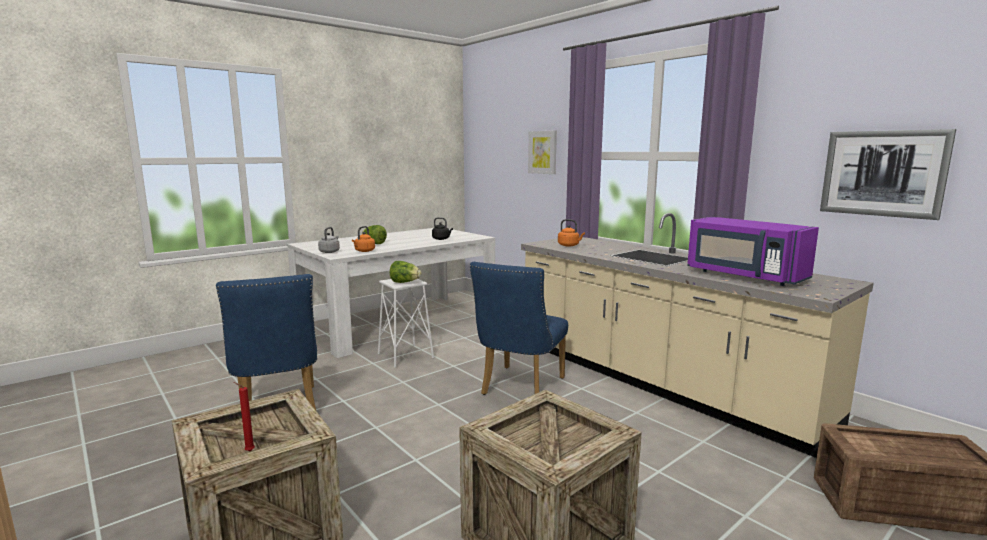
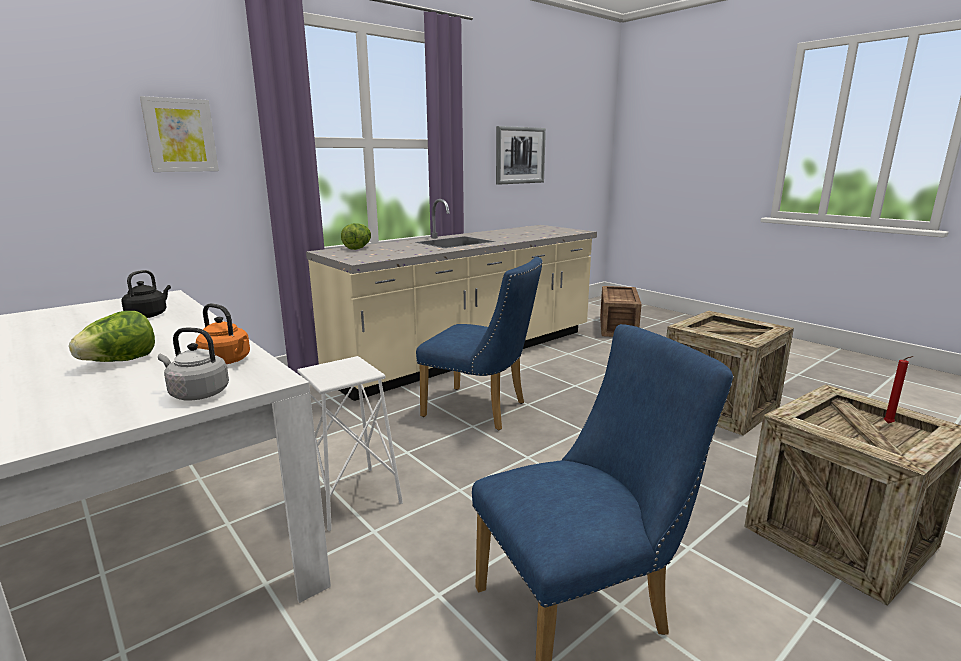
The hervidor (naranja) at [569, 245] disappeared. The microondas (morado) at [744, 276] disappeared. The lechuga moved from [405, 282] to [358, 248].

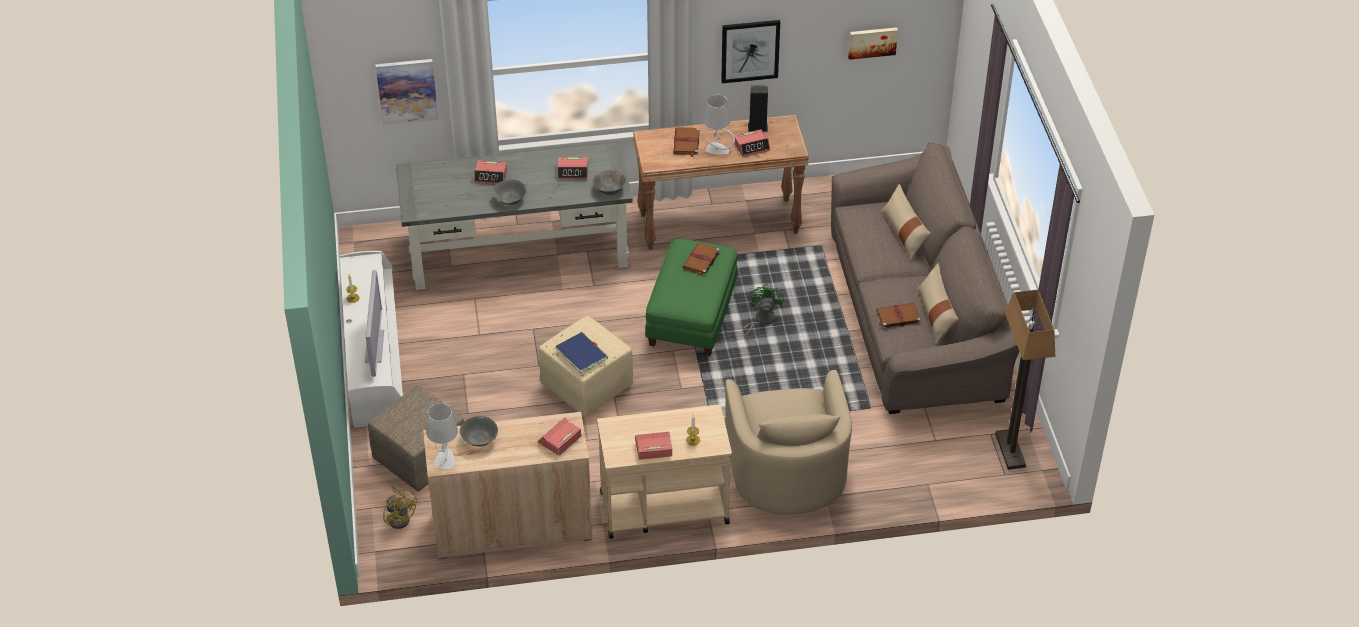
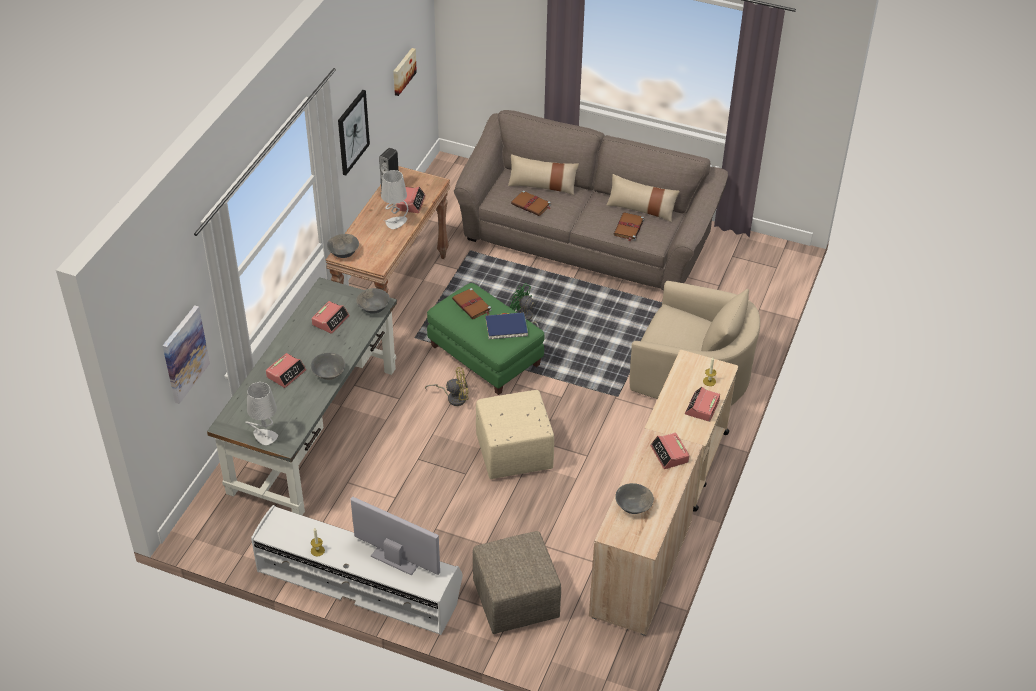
The lámpara de pie at [1010, 450] disappeared. The cuenco (gris) at [344, 253] appeared. The ventilador (amarillo) moved from [400, 517] to [453, 397]. The lámpara de mesa (gris) moved from [445, 460] to [264, 437]. The libro (azul) moved from [581, 354] to [506, 327]. The libro (marrón) moved from [686, 143] to [531, 205].

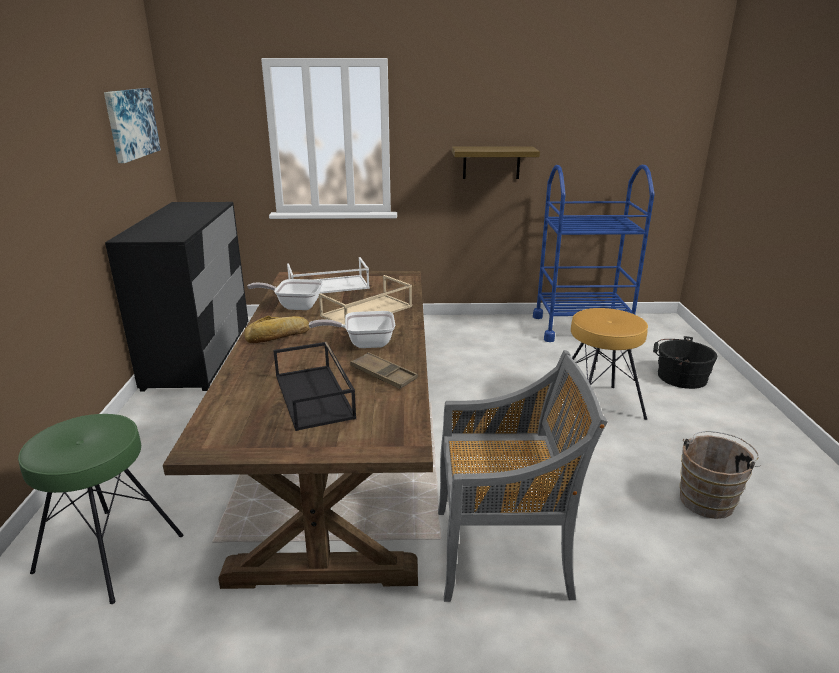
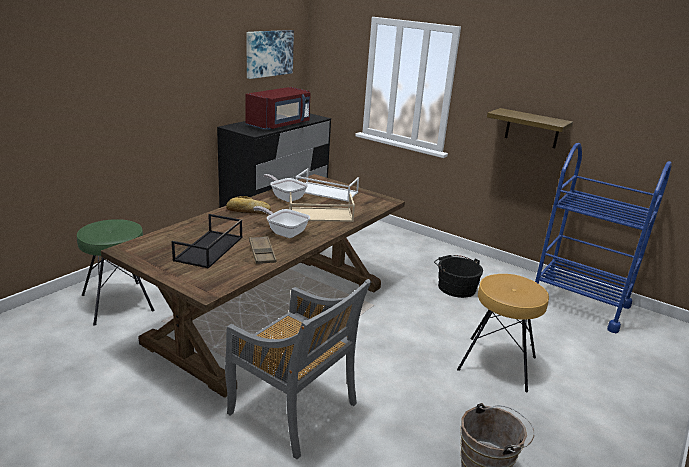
The microondas (rojo) at [279, 125] appeared. The cubo (negro) moved from [678, 377] to [455, 286].

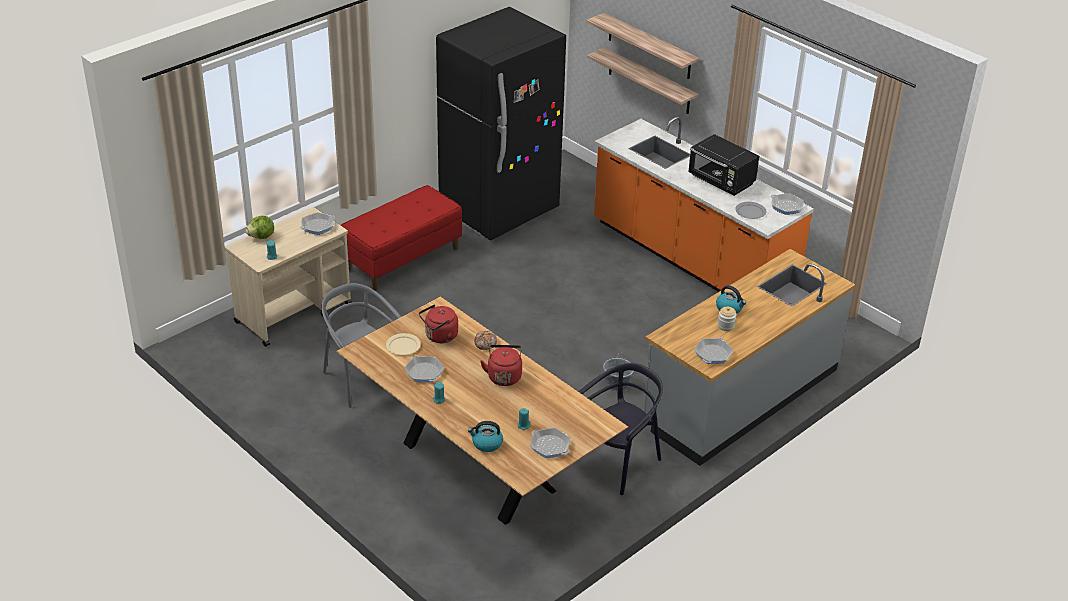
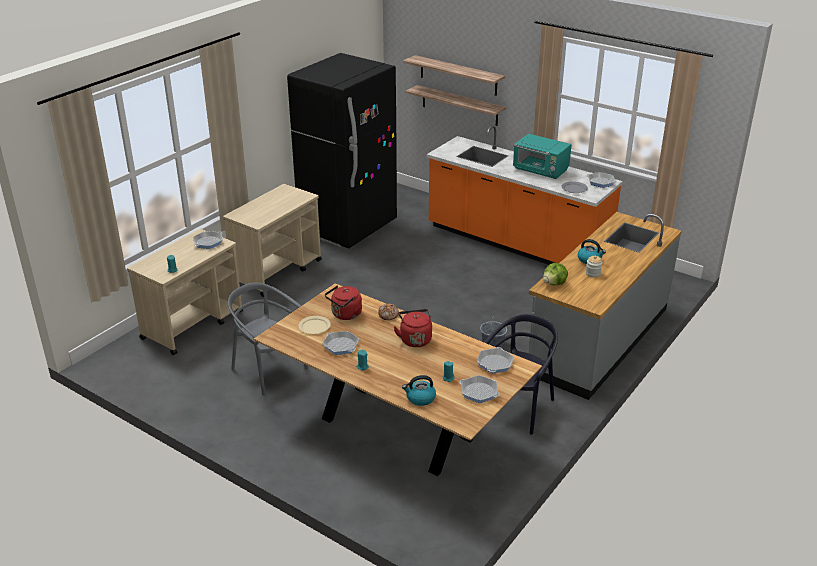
The lechuga moved from [261, 237] to [554, 284]. The sartén moved from [713, 354] to [495, 363]. The banco (rojo) at [402, 259] was replaced by the carrito (beis) at [277, 271]. The microondas (negro) at [721, 181] became the microondas (turquesa) at [541, 171].

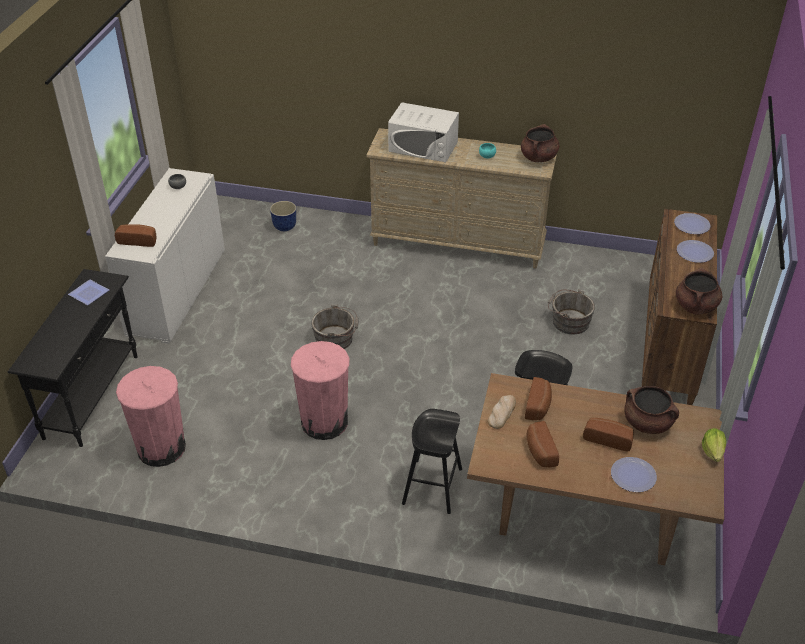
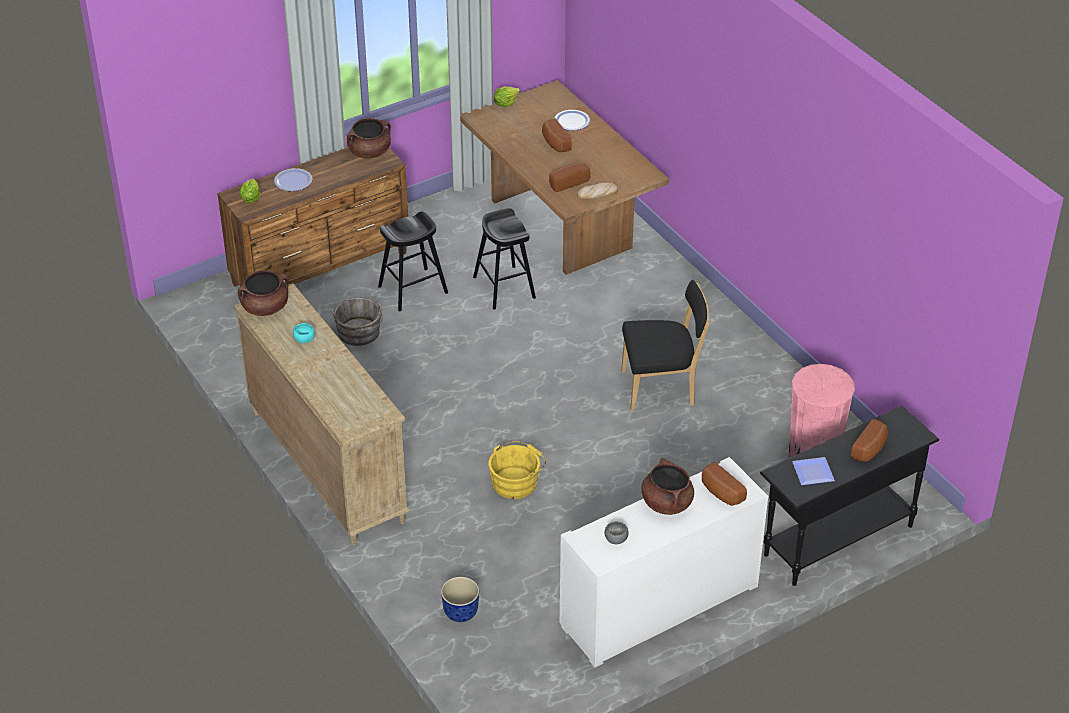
The cubo (gris) at [336, 339] disappeared. The microondas (blanco) at [423, 146] disappeared. The cubo (amarillo) at [516, 481] appeared. The taburete (negro) moved from [432, 486] to [413, 289]. The pan moved from [539, 451] to [870, 449]. The olla (marrón) moved from [648, 423] to [666, 503]. The papelera (rosa) at [324, 422] was replaced by the silla (negro) at [662, 388]. The plato at [691, 224] was replaced by the lechuga at [251, 198].

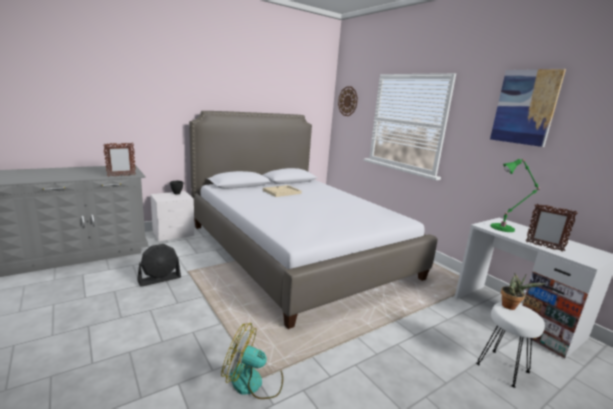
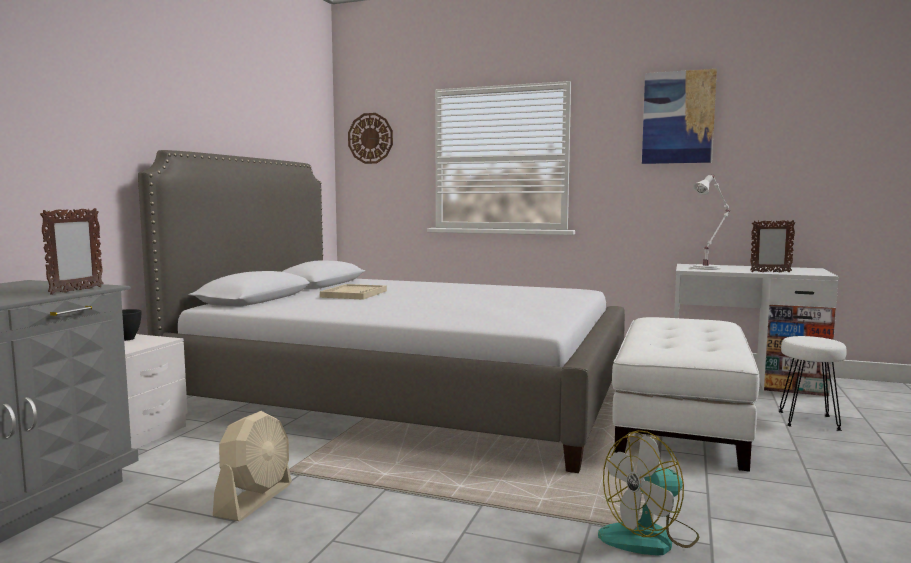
The planta en maceta at [511, 306] disappeared. The puf (blanco) at [679, 424] appeared. The ventilador (negro) at [159, 279] became the ventilador (beis) at [255, 499]. The lámpara de mesa (verde) at [504, 228] became the lámpara de mesa (blanco) at [707, 268].

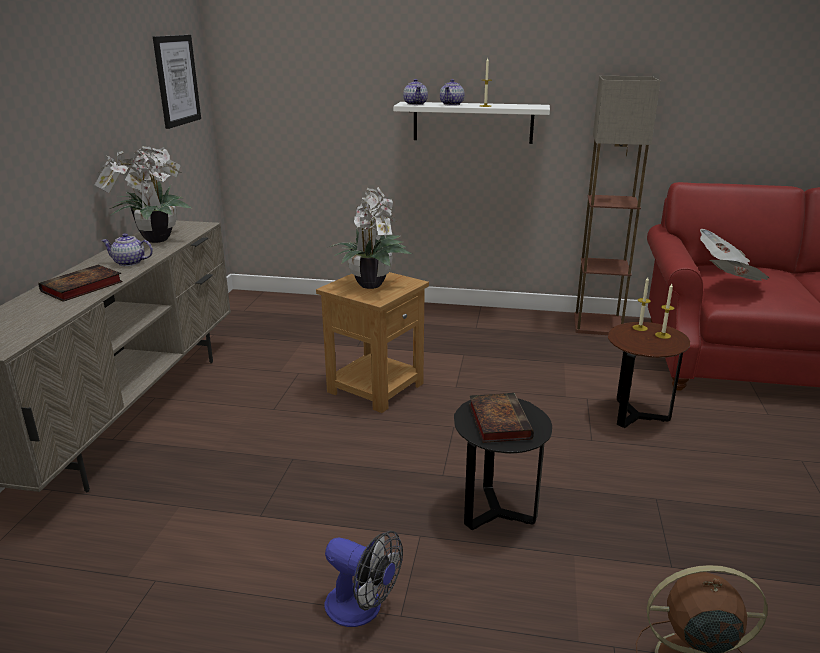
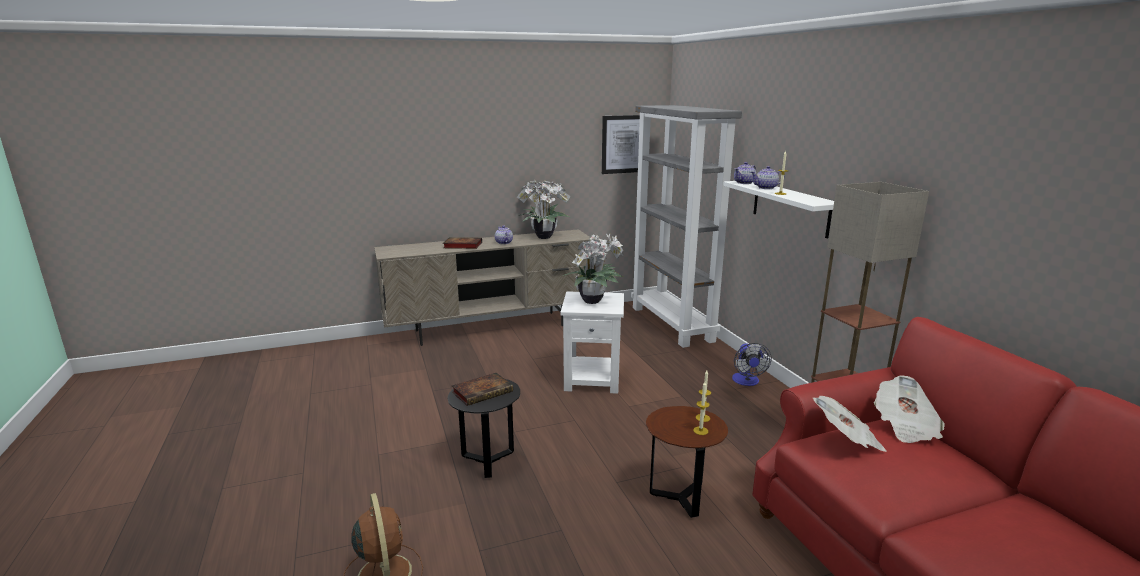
The estantería (gris) at [672, 324] appeared. The ventilador moved from [362, 609] to [746, 382]. The mesa auxiliar (marrón) at [376, 387] became the mesa auxiliar (blanco) at [593, 379].

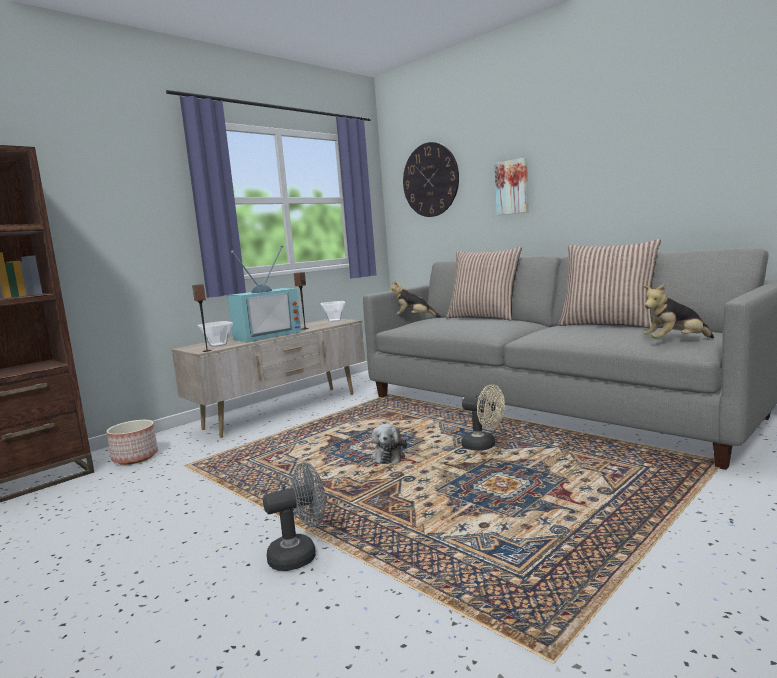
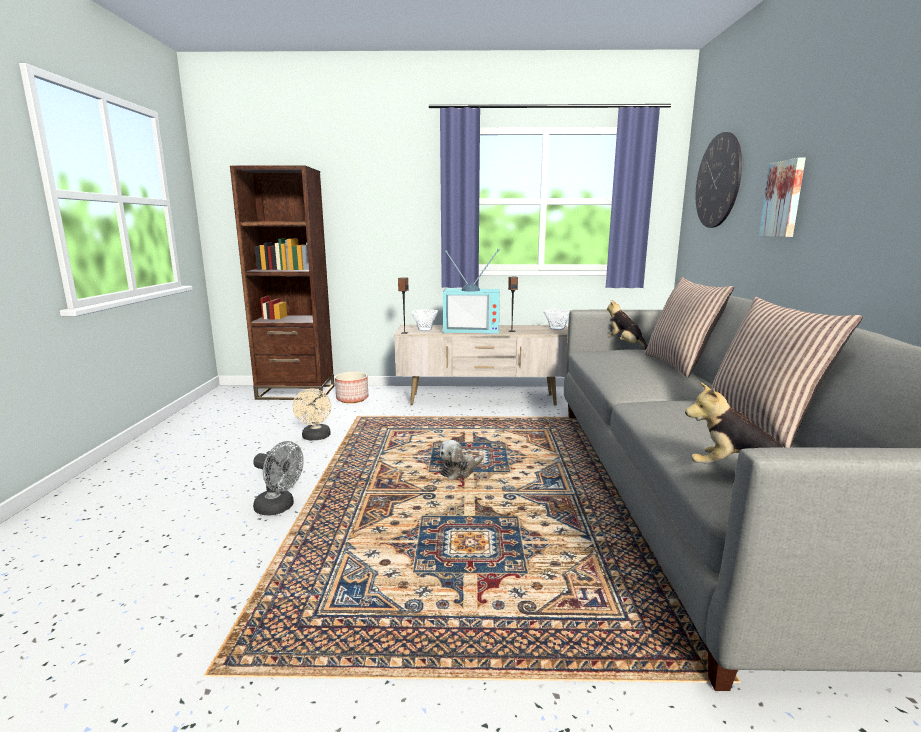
The ventilador (beis) moved from [484, 446] to [316, 437].

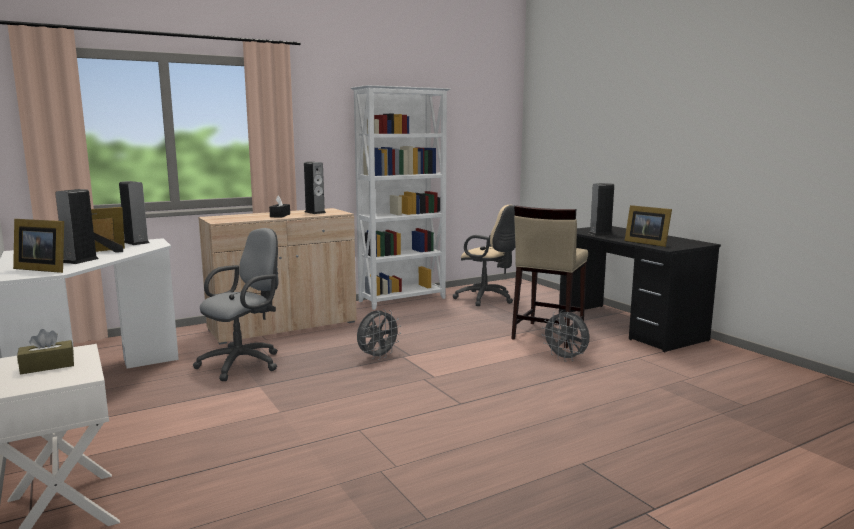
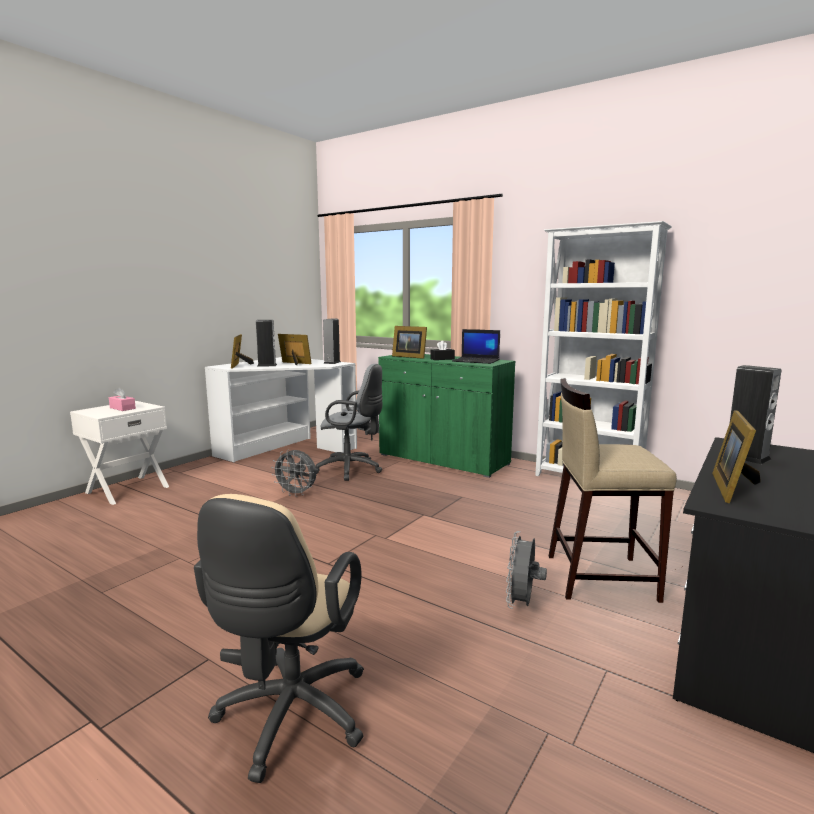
The portarretratos at [409, 357] appeared. The ventilador (gris) moved from [378, 357] to [296, 494]. The silla de oficina (beis) moved from [487, 299] to [289, 719]. The altavoz at [315, 212] was replaced by the portátil at [476, 361]. The caja de pañuelos (marrón) at [47, 366] became the caja de pañuelos (rosa) at [122, 408]. The armario (beis) at [283, 326] became the armario (verde) at [443, 459].

